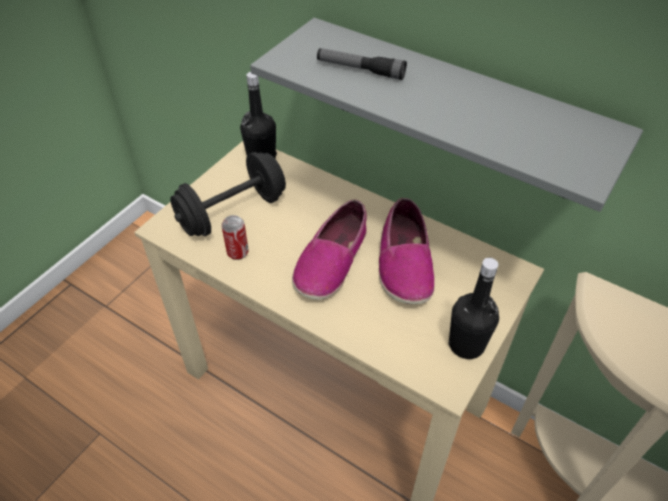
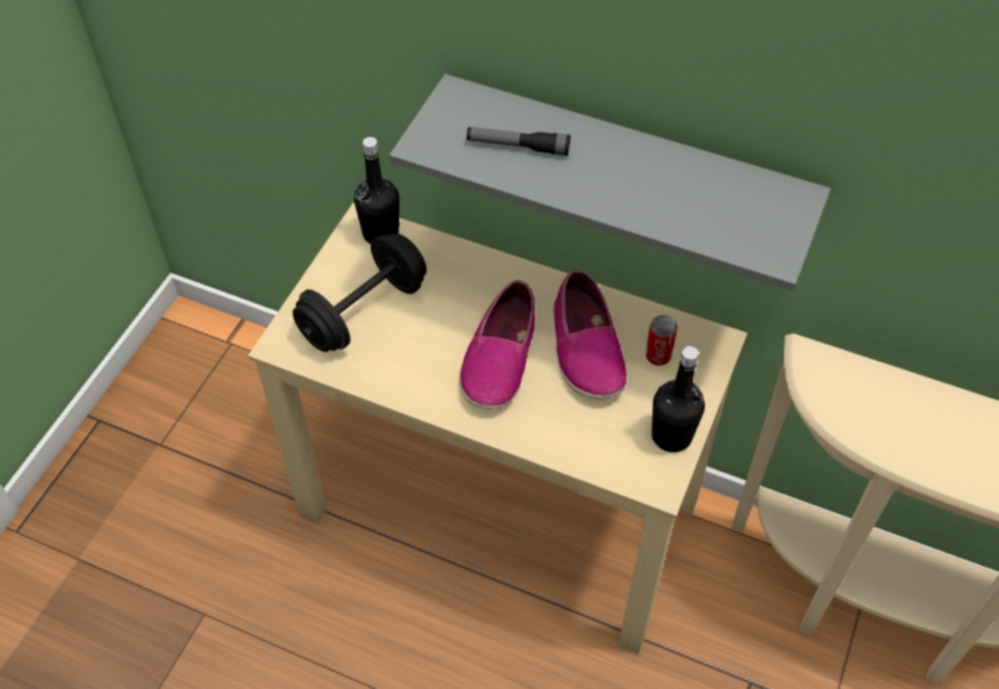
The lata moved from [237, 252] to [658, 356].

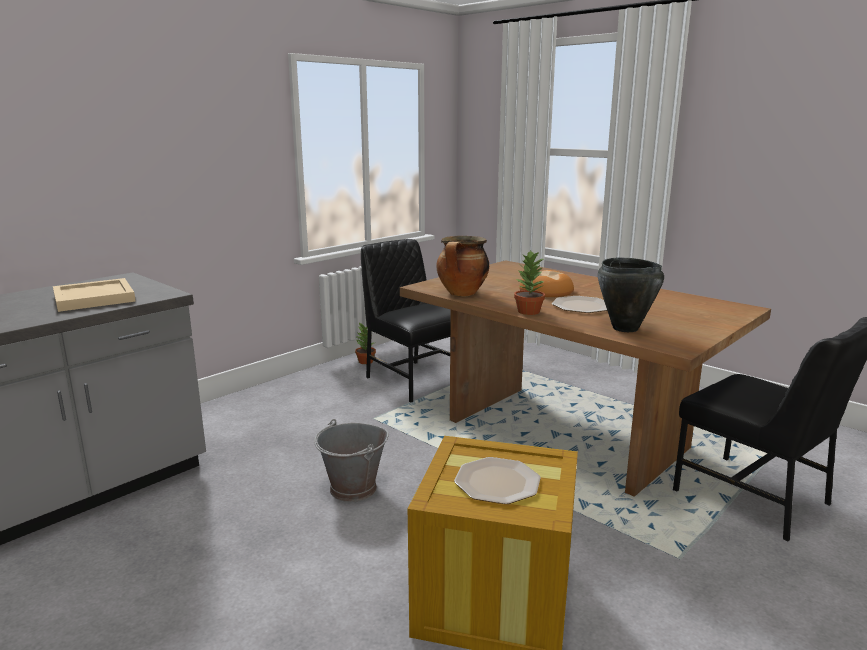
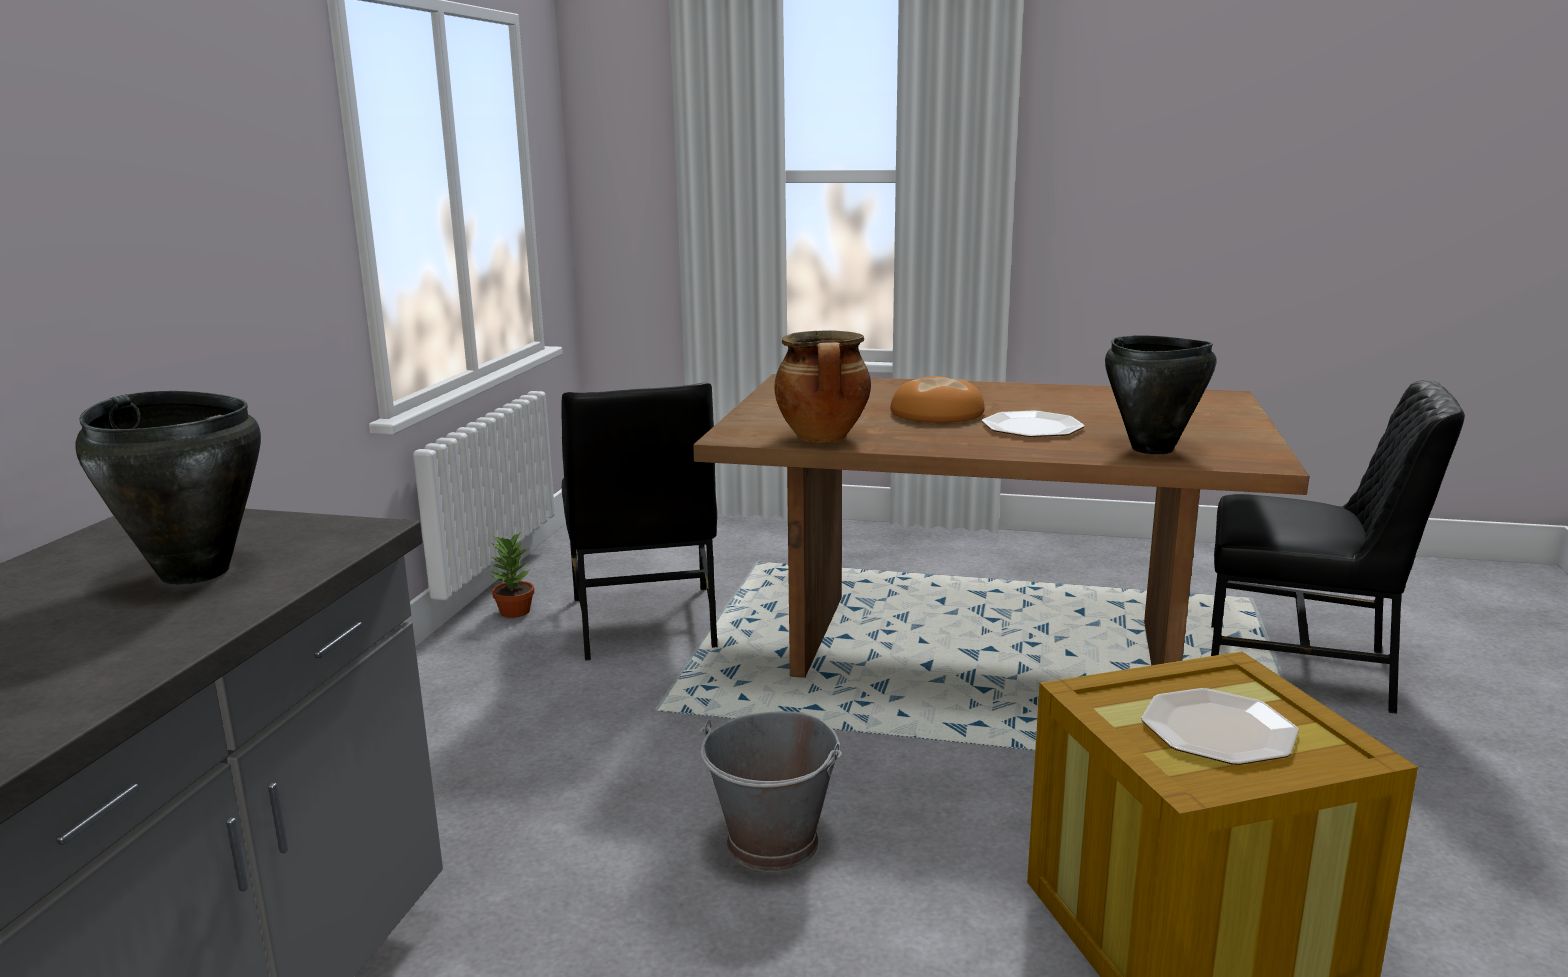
The planta en maceta at [528, 312] disappeared. The bandeja (beis) at [95, 298] was replaced by the olla (negro) at [195, 572]. The silla (negro) at [414, 380] turned 120 degrees counterclockwise.

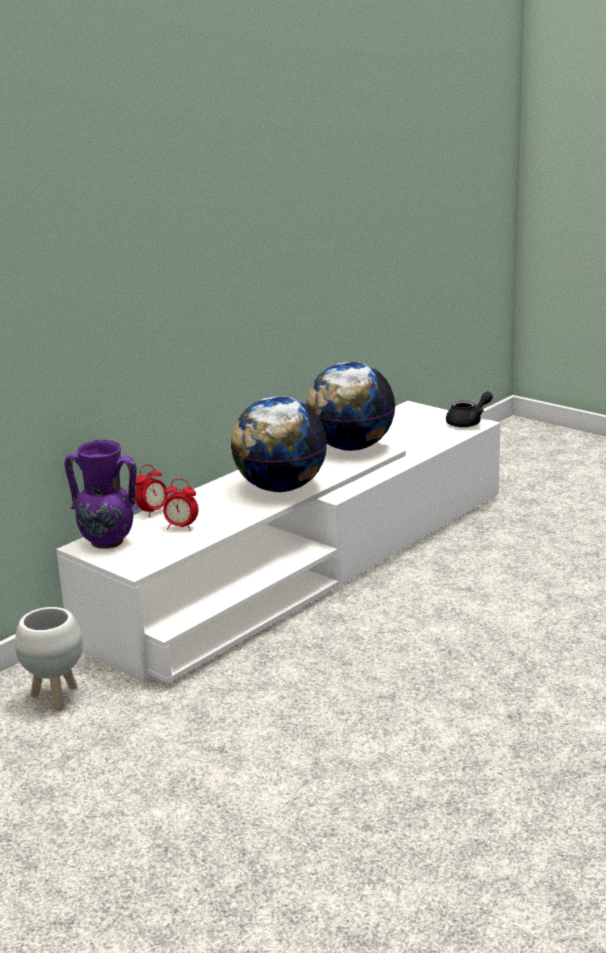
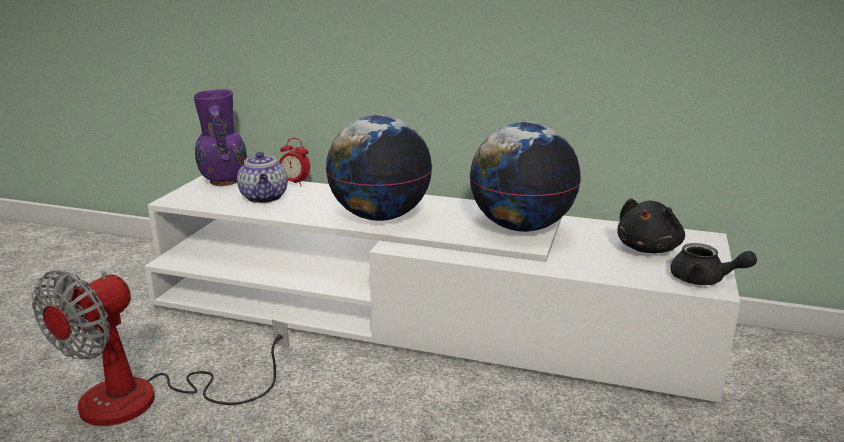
The maceta (blanco) at [56, 697] disappeared. The ventilador at [147, 400] appeared. The peluche (negro) at [649, 248] appeared. The despertador at [181, 527] was replaced by the tetera at [264, 198].

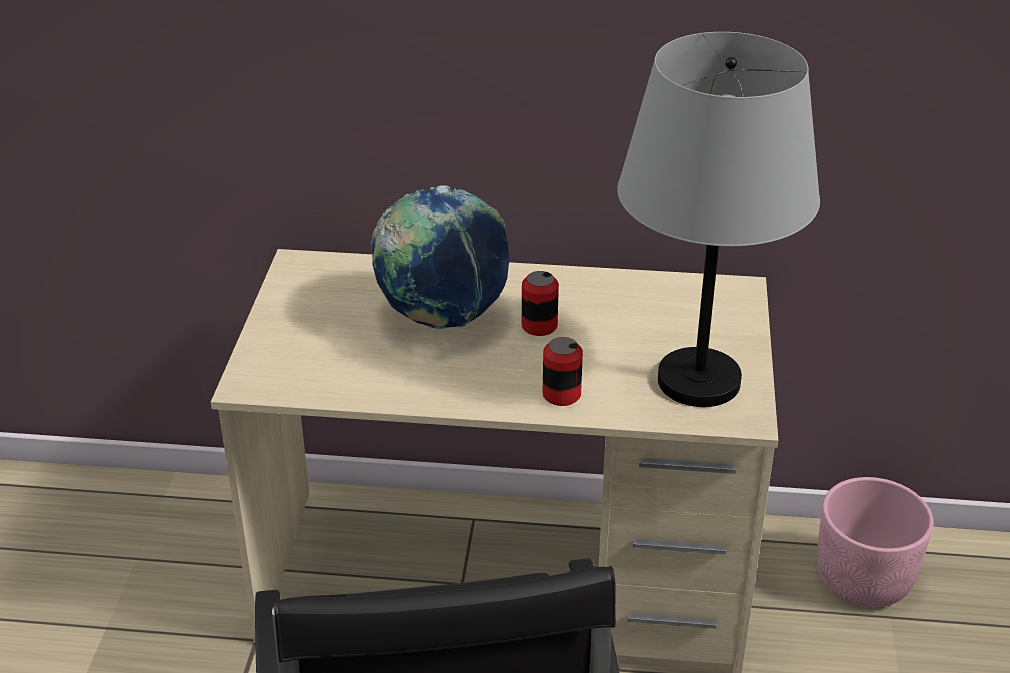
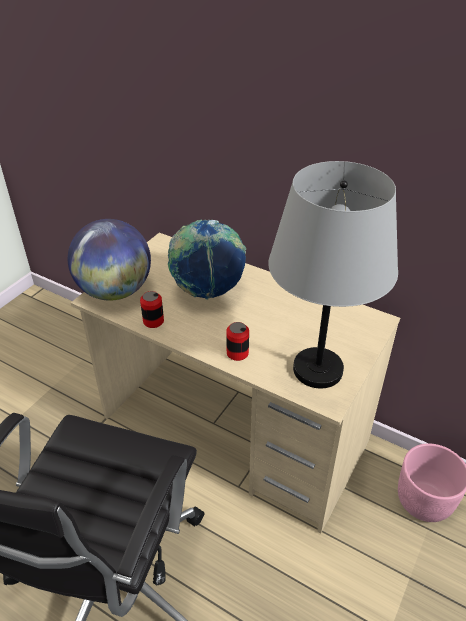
The globo terráqueo at [115, 291] appeared. The lata moved from [539, 326] to [153, 321].

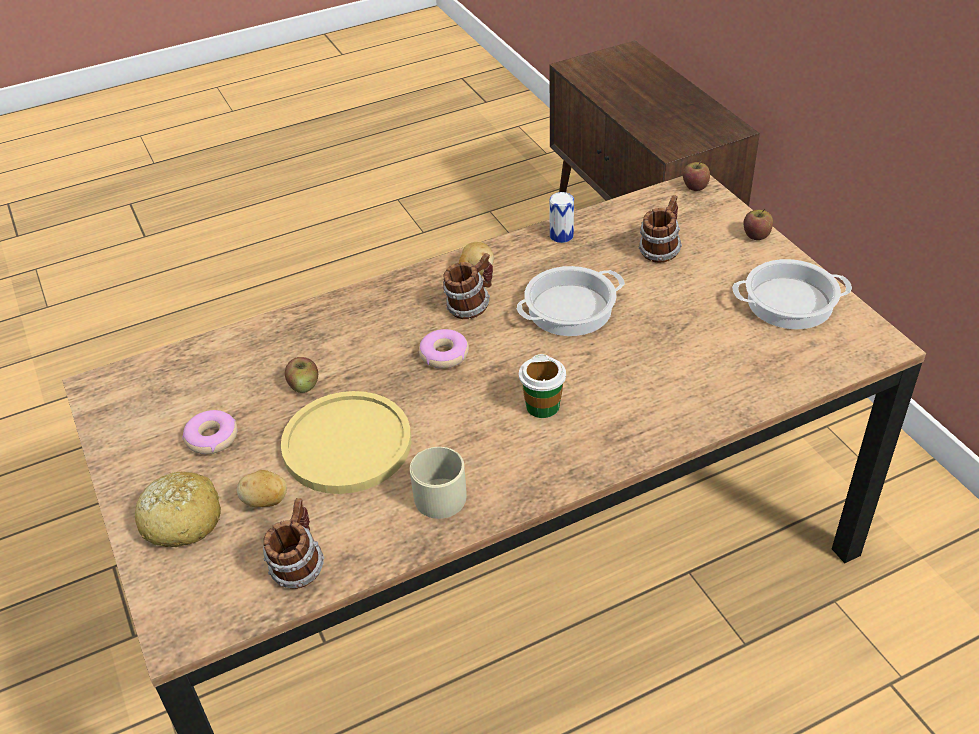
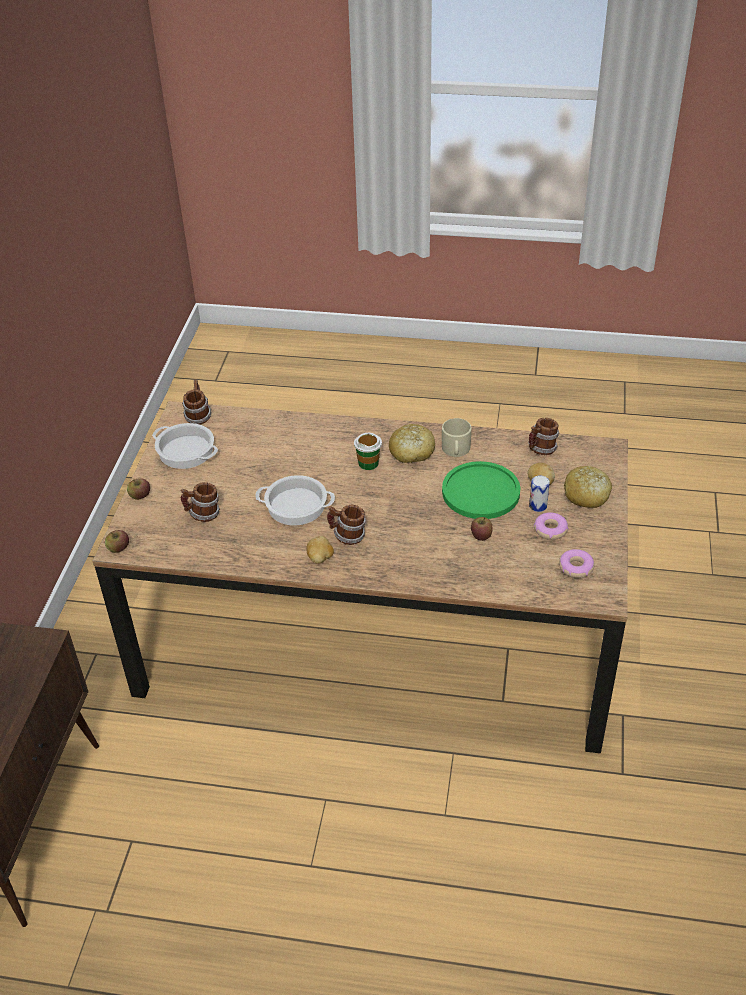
The taza grande at [198, 416] appeared. The pan at [411, 451] appeared. The rosquilla moved from [444, 354] to [576, 567]. The lata moved from [561, 236] to [538, 505]. The plato (amarillo) at [347, 444] became the plato (verde) at [481, 492].

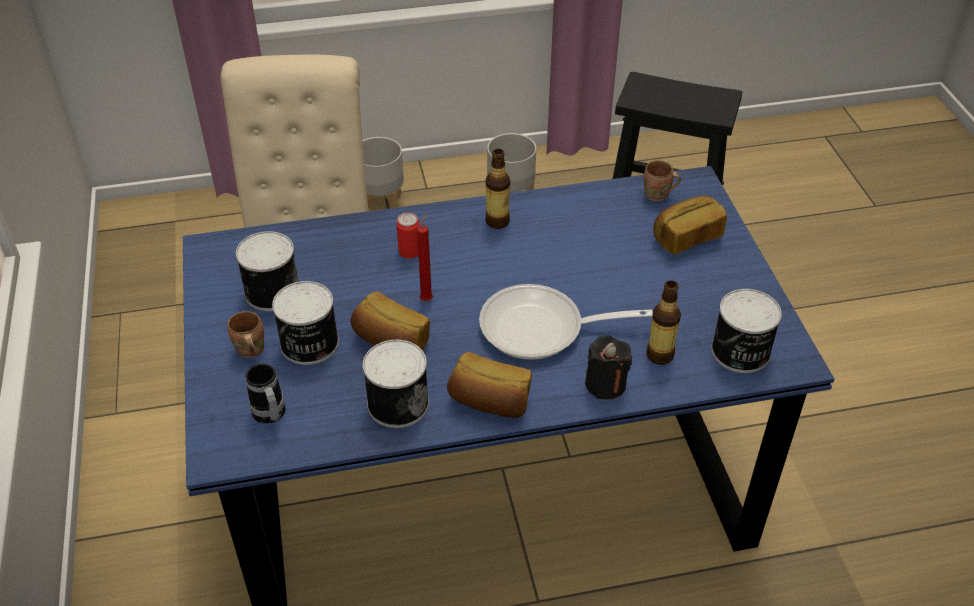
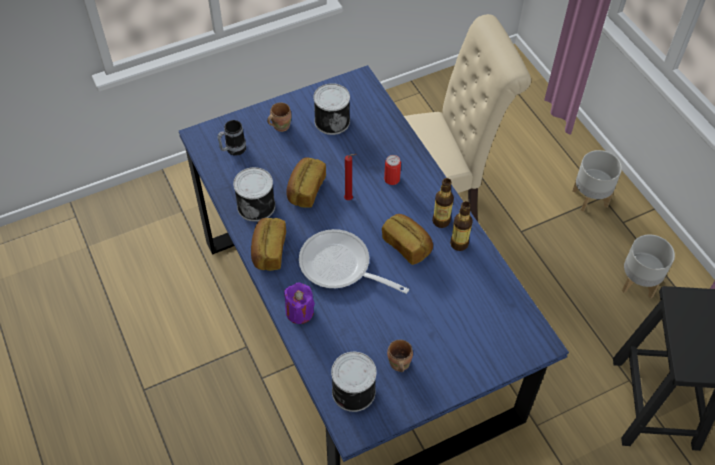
The lata at [309, 344] disappeared. The taza grande (marrón) moved from [657, 196] to [398, 364]. The botella moved from [659, 355] to [459, 244]. The pan moved from [686, 237] to [407, 245]. The vela (negro) at [605, 384] became the vela (morado) at [299, 312]. The sartén at [541, 329] turned 45 degrees counterclockwise.

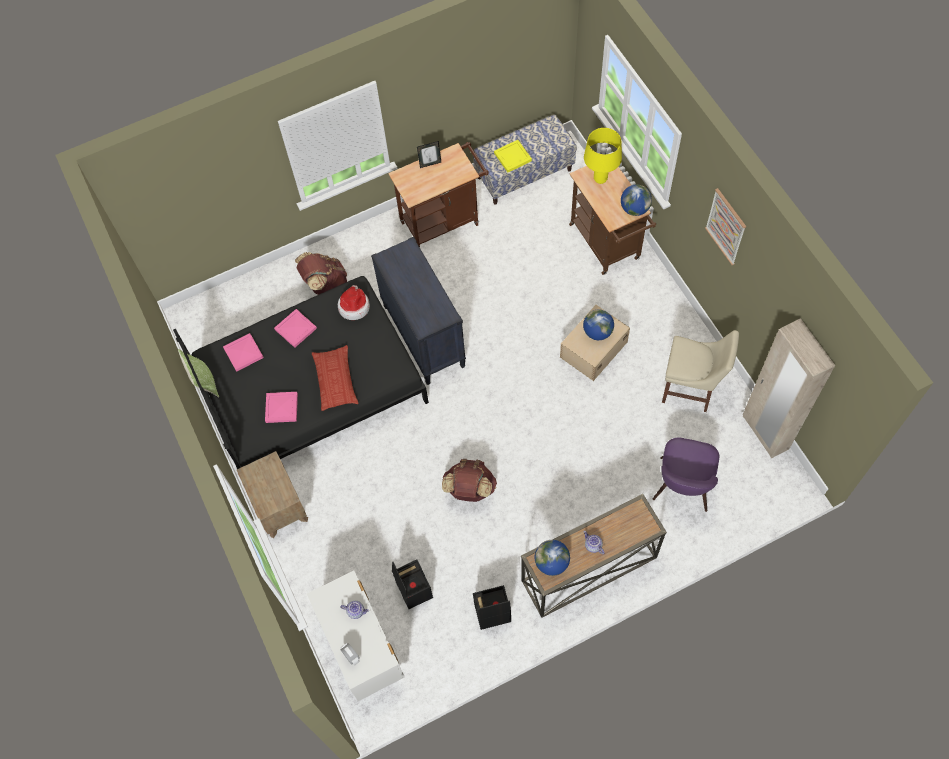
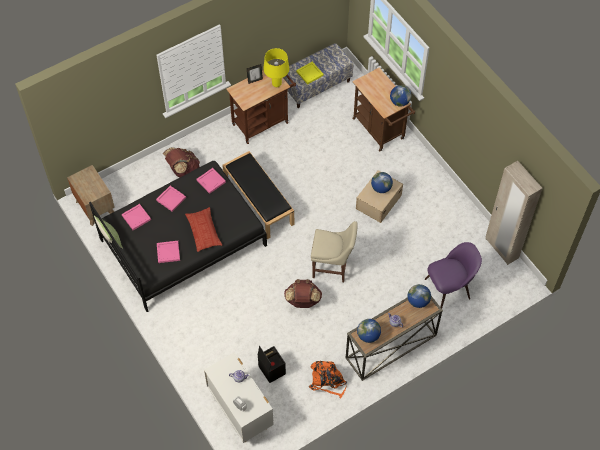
The cuadro at [726, 226] disappeared. The globo terráqueo at [418, 301] appeared. The mesita de noche (marrón) moved from [279, 507] to [95, 207]. The lámpara de mesa (amarillo) moved from [600, 179] to [277, 84]. The silla (beis) moved from [691, 390] to [332, 267]. The sombrero at [354, 306] was replaced by the bandeja (rosa) at [210, 181]. The cómoda (negro) at [423, 336] was replaced by the banco (negro) at [258, 201]. The caja de almacenaje (negro) at [492, 613] was replaced by the mochila (naranja) at [327, 381]. The silla (morado) at [682, 487] turned 120 degrees counterclockwise.

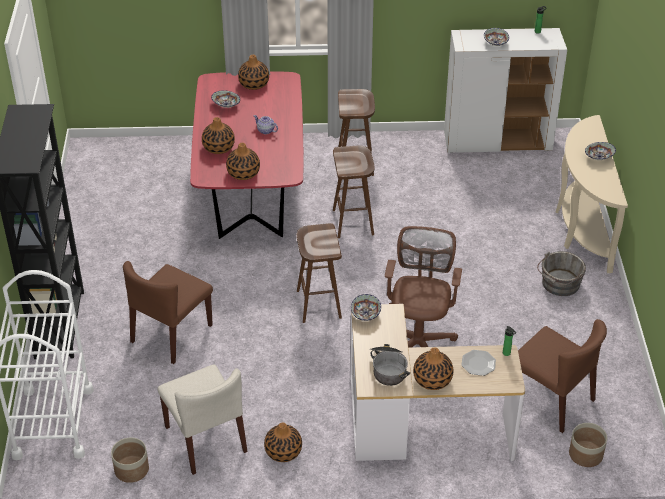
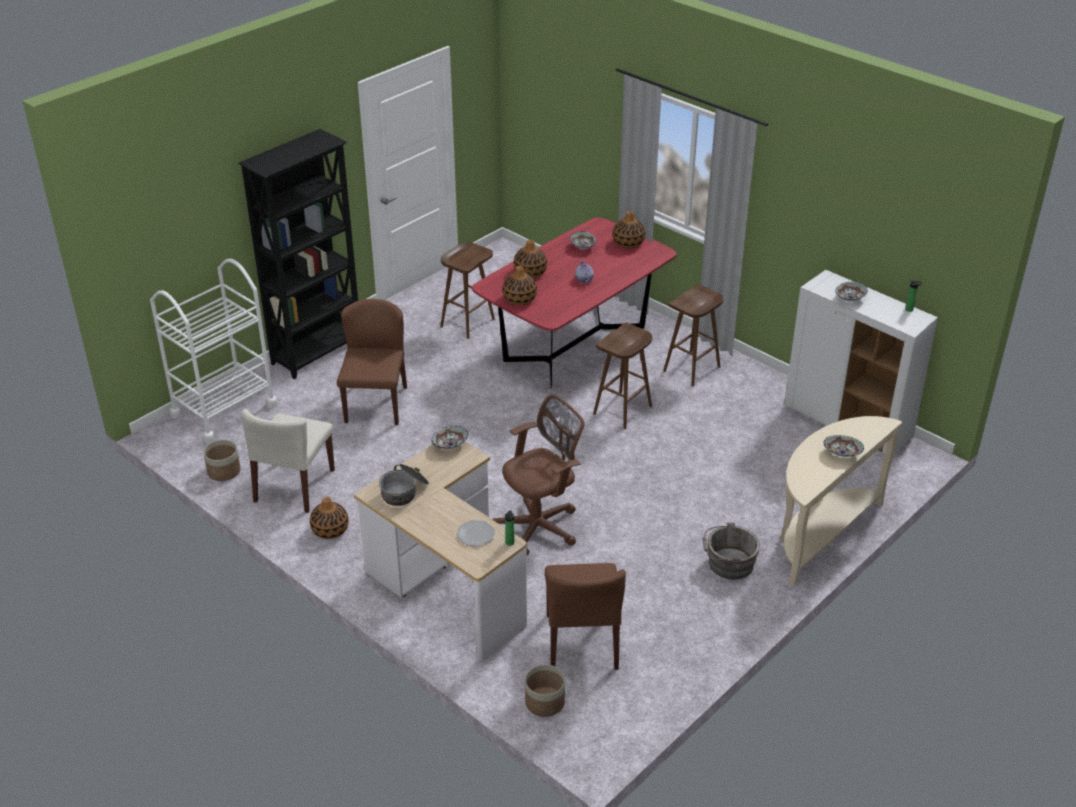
The florero at [432, 379] disappeared. The taburete (marrón) moved from [318, 304] to [467, 322]. The silla (marrón) at [171, 334] turned 105 degrees clockwise.

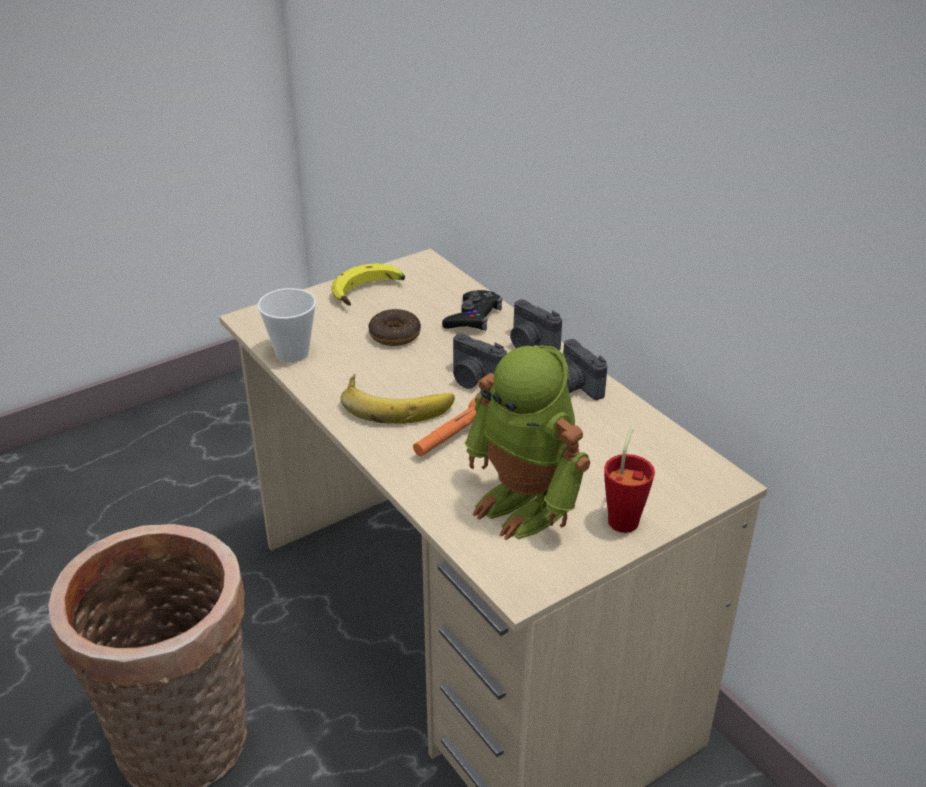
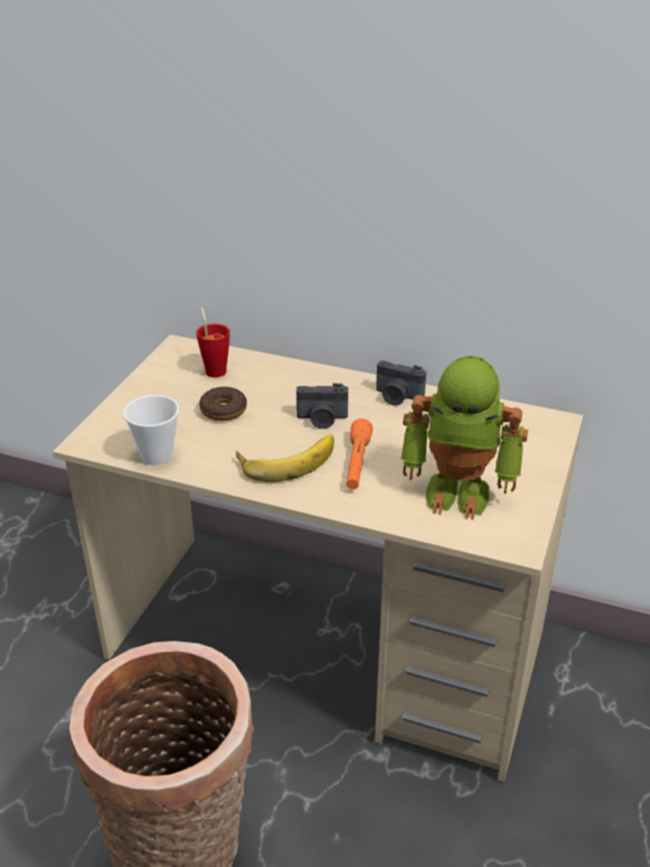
The plátano at [369, 293] disappeared. The mando de consola (negro) at [473, 318] disappeared. The cámara at [530, 343] disappeared. The taza (rojo) moved from [625, 517] to [215, 369].

